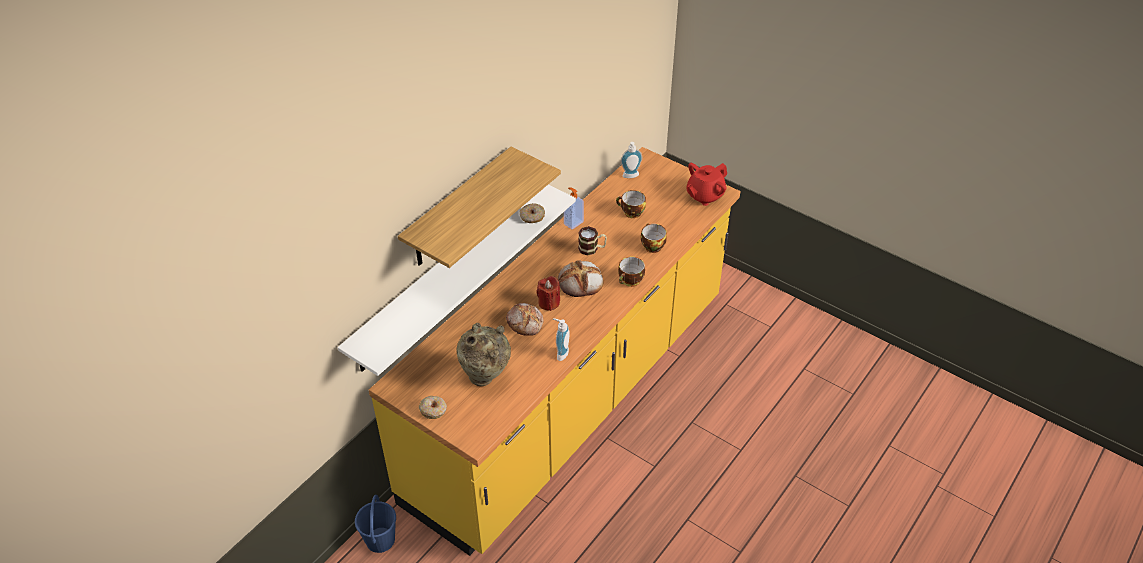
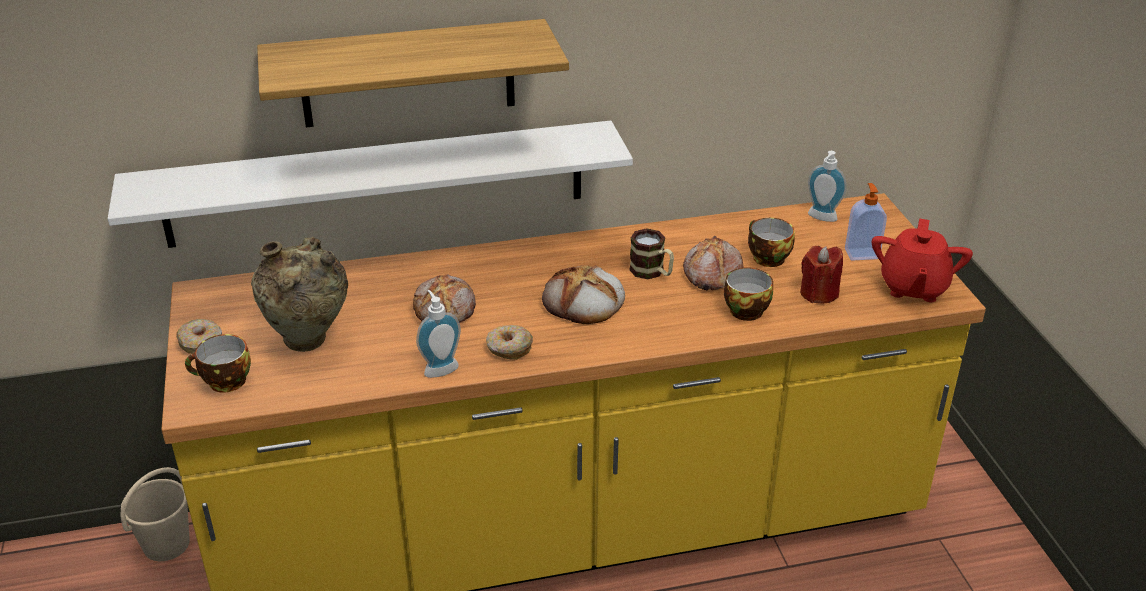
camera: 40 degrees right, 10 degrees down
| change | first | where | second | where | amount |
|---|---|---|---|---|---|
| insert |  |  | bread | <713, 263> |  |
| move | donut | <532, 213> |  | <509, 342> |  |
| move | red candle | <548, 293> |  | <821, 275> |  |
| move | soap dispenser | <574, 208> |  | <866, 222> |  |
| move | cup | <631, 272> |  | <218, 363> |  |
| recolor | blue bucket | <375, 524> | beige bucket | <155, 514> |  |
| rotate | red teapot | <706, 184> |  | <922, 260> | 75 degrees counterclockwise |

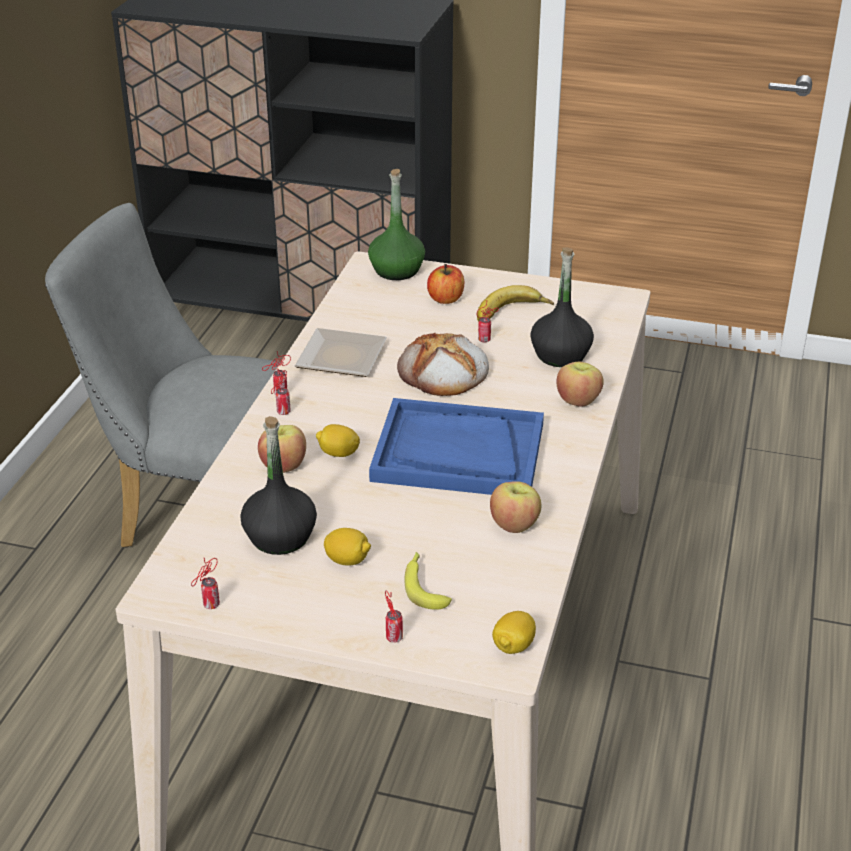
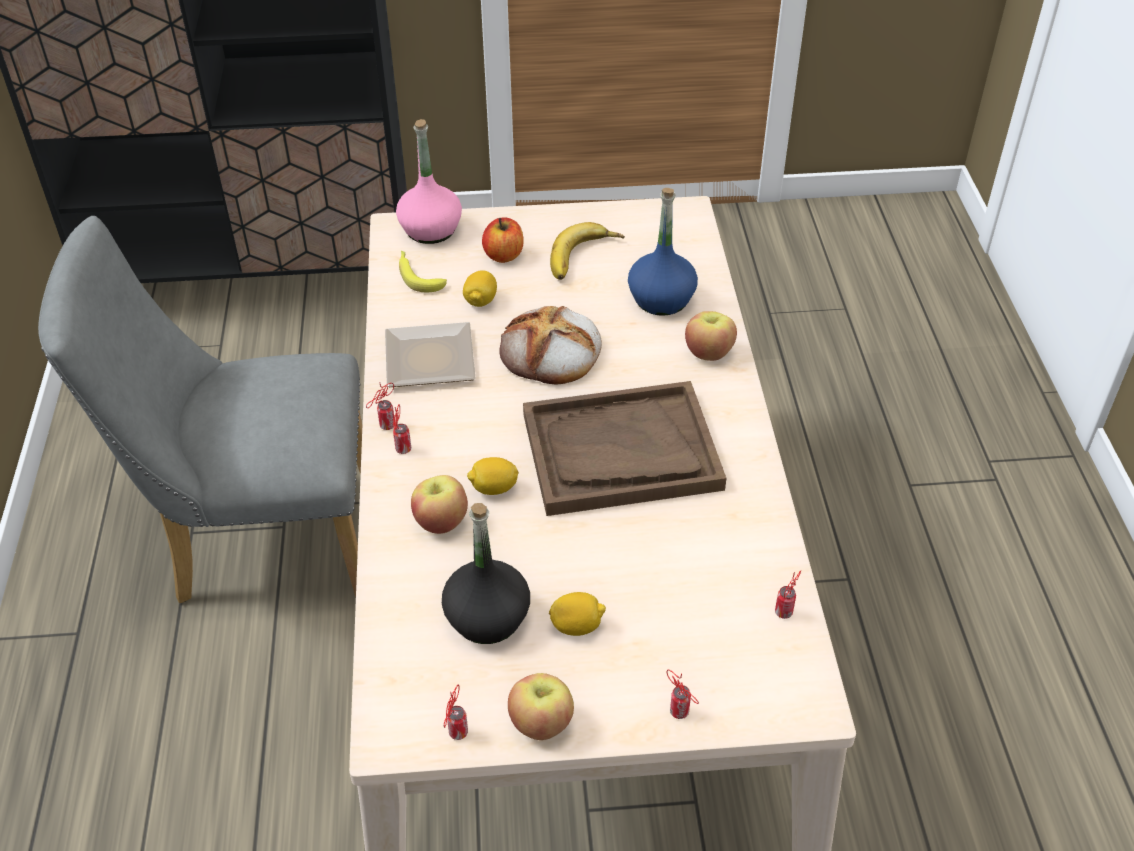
camera: 20 degrees left, 10 degrees up
| change | first | where | second | where | amount |
|---|---|---|---|---|---|
| move | banana | <428, 581> |  | <423, 271> |  |
| move | can | <488, 322> |  | <788, 595> |  |
| move | apple | <515, 507> |  | <541, 706> |  |
| move | lemon | <514, 632> |  | <480, 288> |  |
| recolor | green bottle | <396, 224> | pink bottle | <429, 181> |  |
| recolor | blue tray | <456, 446> | brown tray | <624, 448> |  |
| recolor | black bottle | <562, 307> | blue bottle | <663, 252> |  |

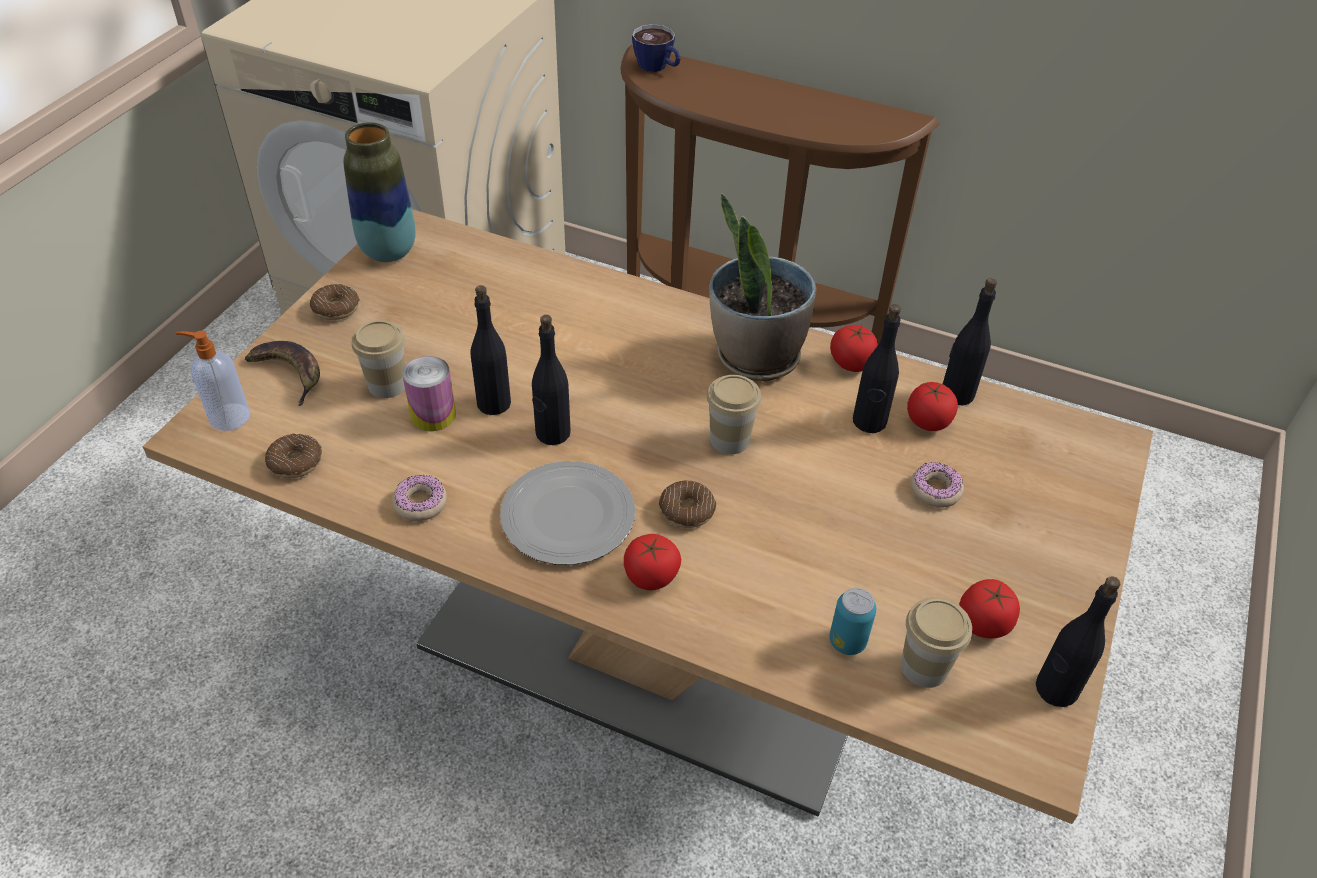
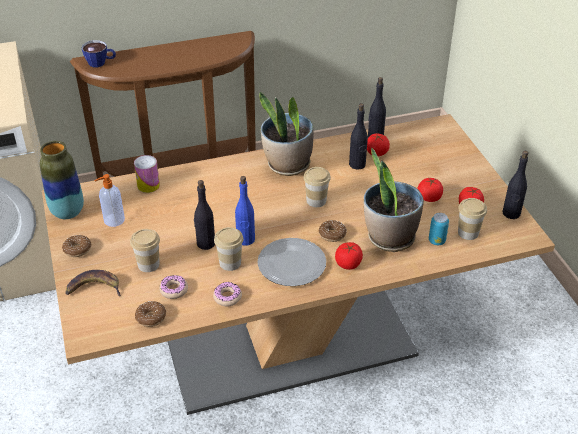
camera: 40 degrees left, 5 degrees down
| change | first | where | second | where | amount |
|---|---|---|---|---|---|
| insert |  |  | cup | <229, 249> |  |
| insert |  |  | potted plant | <394, 200> |  |
| move | soap dispenser | <213, 381> |  | <109, 200> |  |
| move | can | <429, 393> |  | <147, 174> |  |
| move | tomato | <854, 348> |  | <430, 190> |  |
| move | donut | <937, 485> |  | <173, 287> |  |
| recolor | black bottle | <551, 380> | blue bottle | <245, 211> |  |

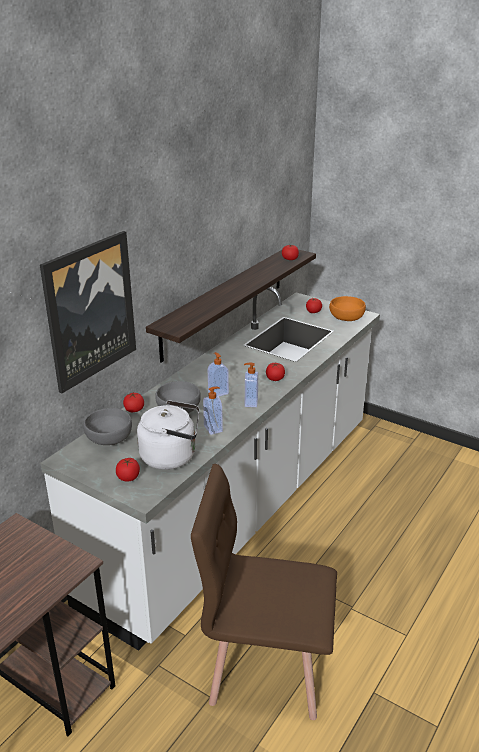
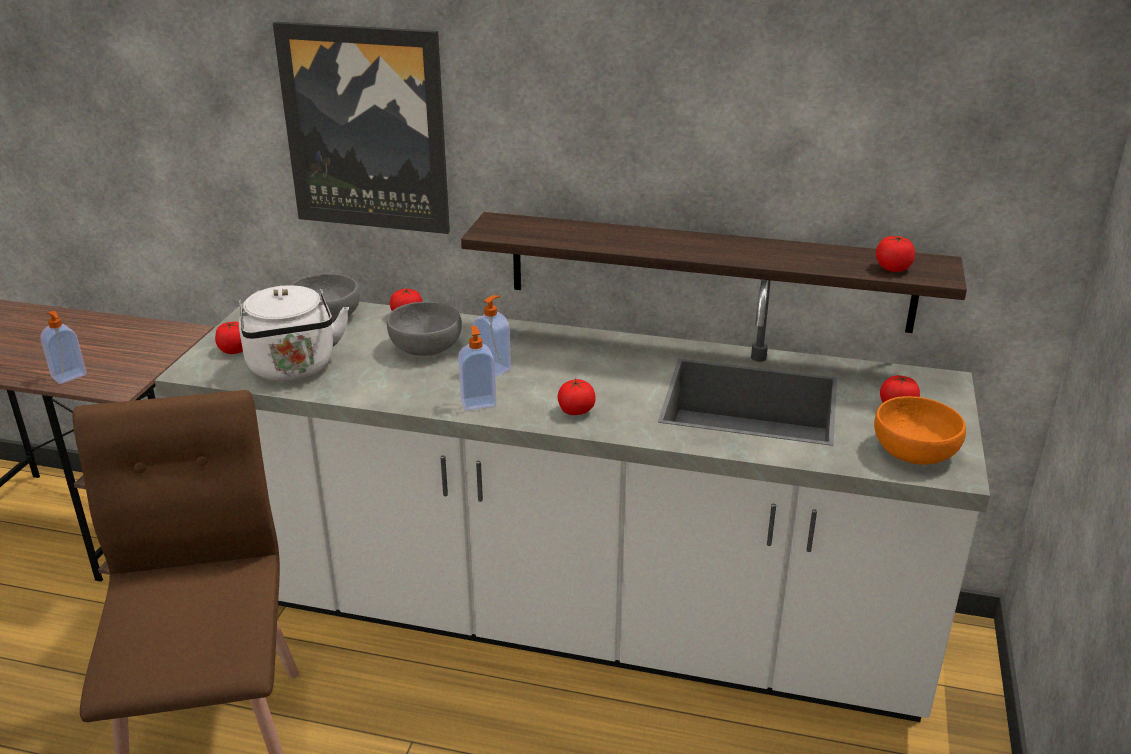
camera: 70 degrees right, 0 degrees up
| change | first | where | second | where | amount |
|---|---|---|---|---|---|
| move | soap dispenser | <213, 411> |  | <63, 347> |  |

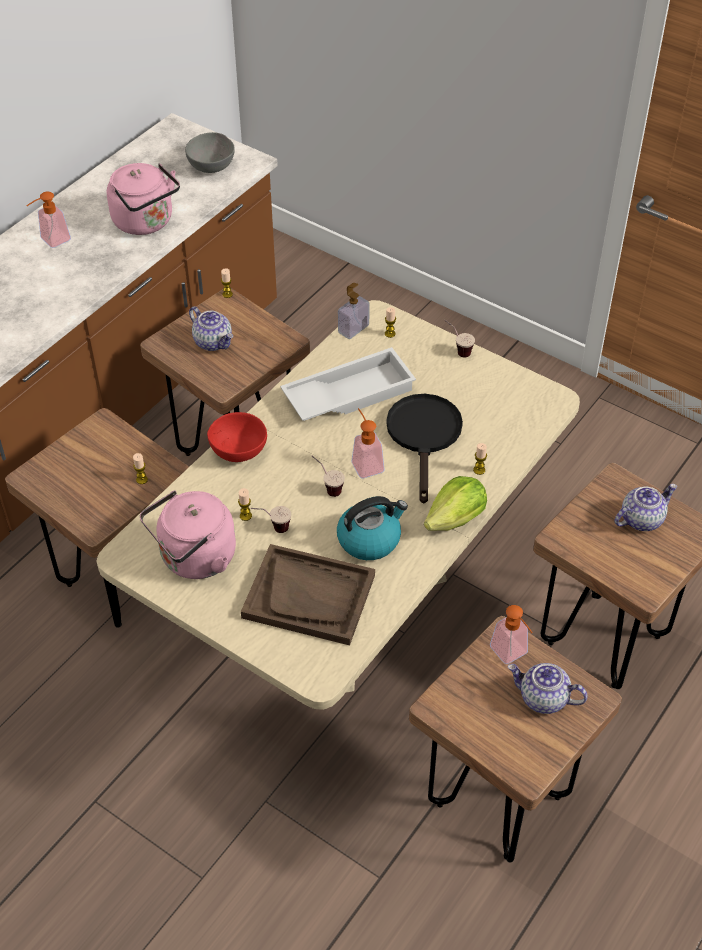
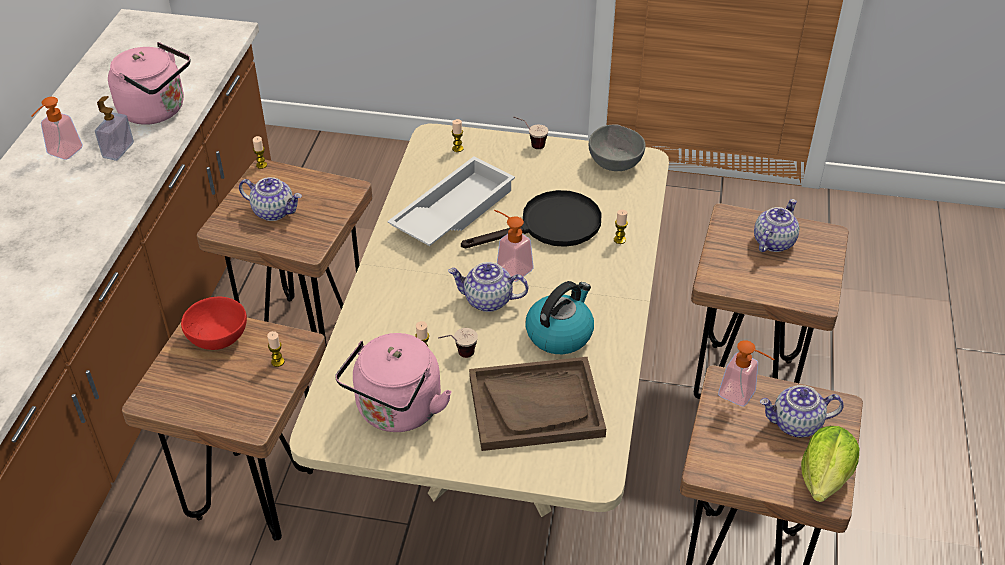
camera: 25 degrees left, 5 degrees down
| change | first | where | second | where | amount |
|---|---|---|---|---|---|
| move | grey bowl | <210, 152> |  | <617, 148> |  |
| move | red bowl | <237, 437> |  | <214, 323> |  |
| move | soap dispenser | <354, 311> |  | <114, 128> |  |
| move | lettuce | <455, 503> |  | <830, 464> |  |
| replace | cup | <328, 476> | teapot | <488, 287> |  |
| rotate | black frying pan | <424, 449> |  | <531, 219> | 90 degrees clockwise |

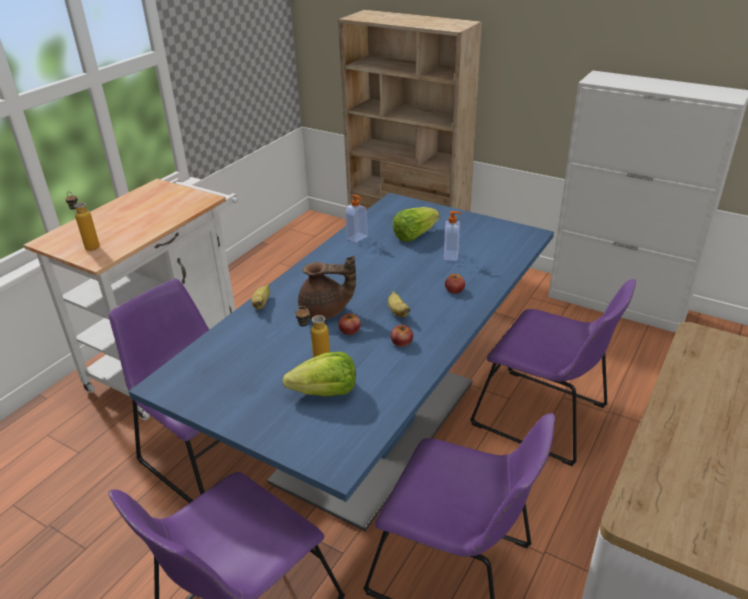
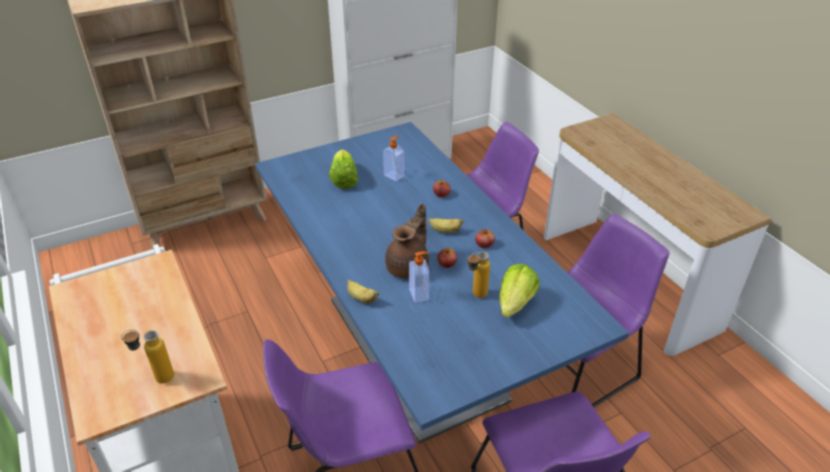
camera: 60 degrees left, 5 degrees up
| change | first | where | second | where | amount |
|---|---|---|---|---|---|
| move | soap dispenser | <356, 219> |  | <419, 276> |  |

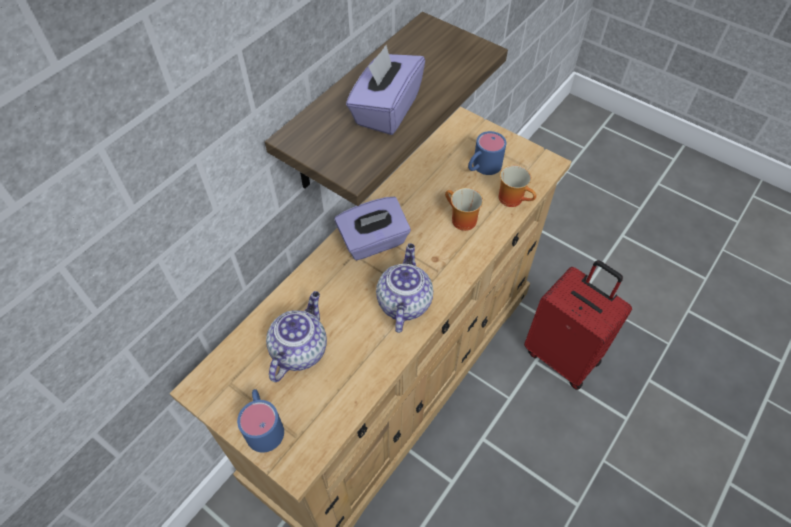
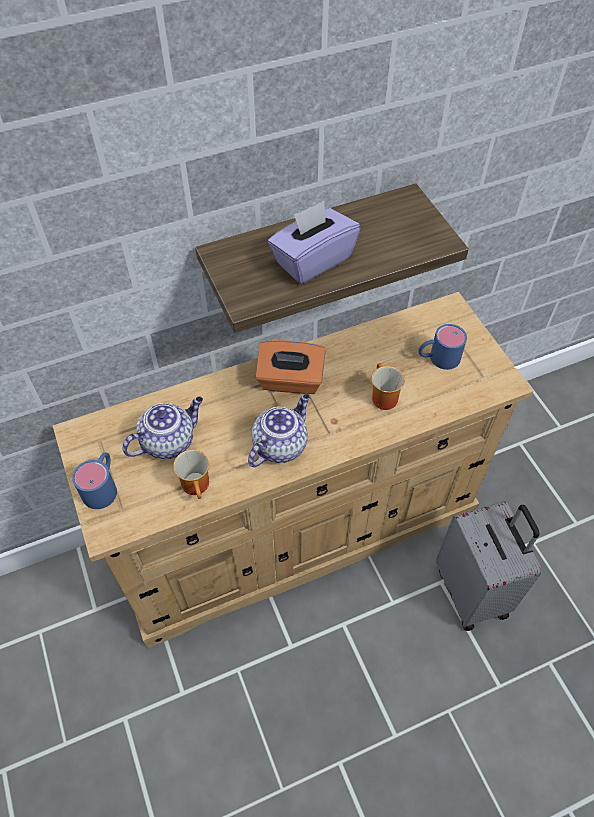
camera: 30 degrees right, 0 degrees up
| change | first | where | second | where | amount |
|---|---|---|---|---|---|
| move | mug | <517, 186> |  | <191, 474> |  |
| recolor | purple tissue box | <372, 228> | orange tissue box | <290, 367> |  |
| recolor | red suitcase | <578, 325> | grey suitcase | <489, 566> |  |

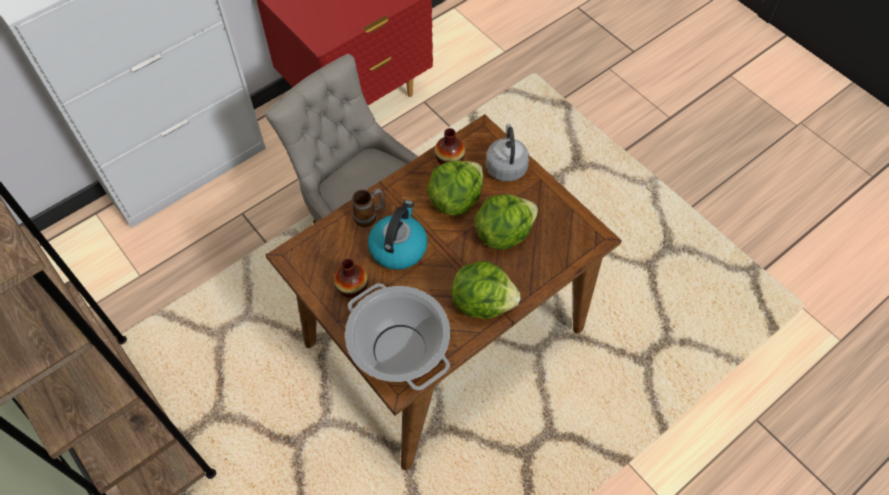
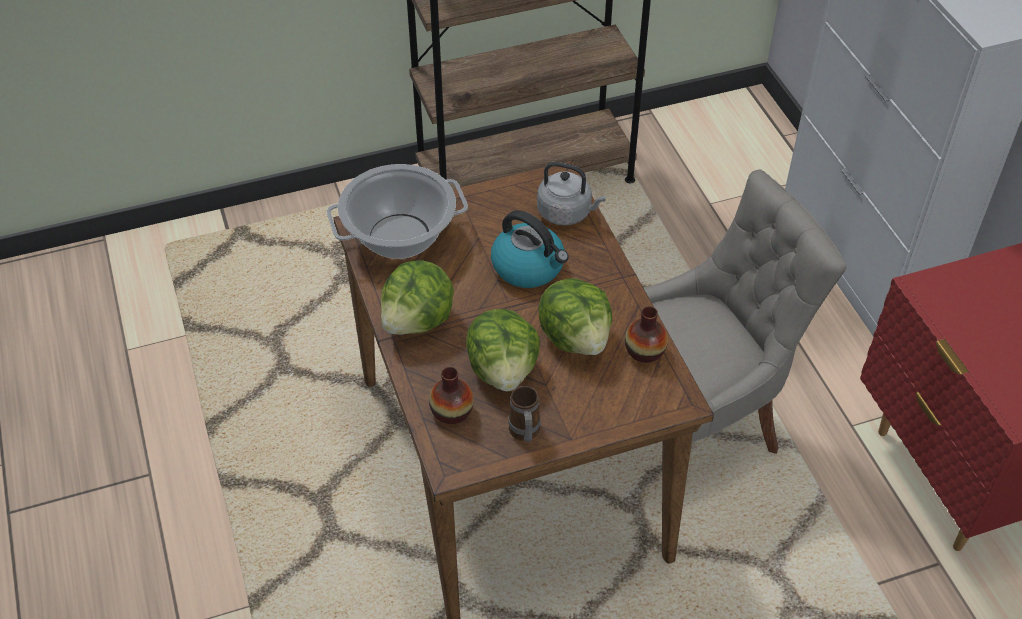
camera: 110 degrees right, 10 degrees down
| change | first | where | second | where | amount |
|---|---|---|---|---|---|
| move | vase | <351, 278> |  | <451, 395> |  |
| move | mug | <367, 207> |  | <524, 414> |  |
| move | grey kettle | <507, 153> |  | <571, 194> |  |

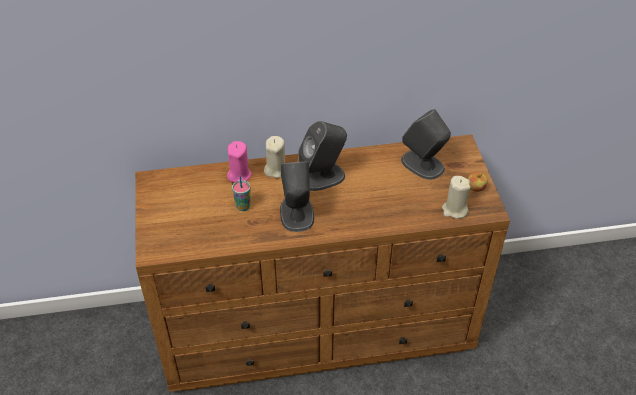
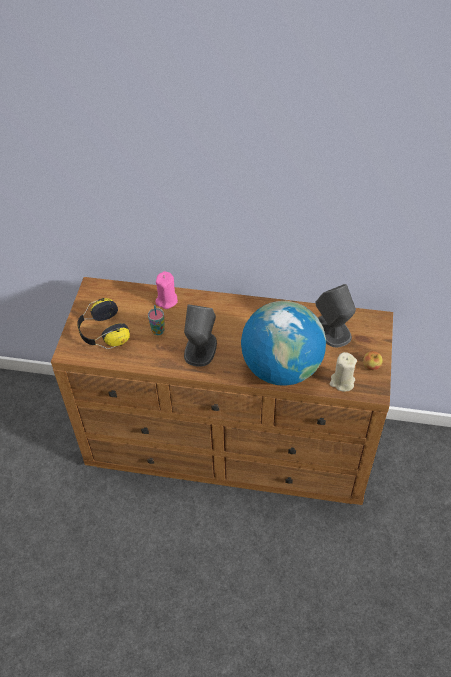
camera: 20 degrees right, 5 degrees up
| change | first | where | second | where | amount |
|---|---|---|---|---|---|
| delete | beige candle | <274, 157> |  |  |  |
| delete | grey speaker | <322, 156> |  |  |  |
| insert |  |  | headphones | <103, 323> |  |
| insert |  |  | globe | <283, 343> |  |

